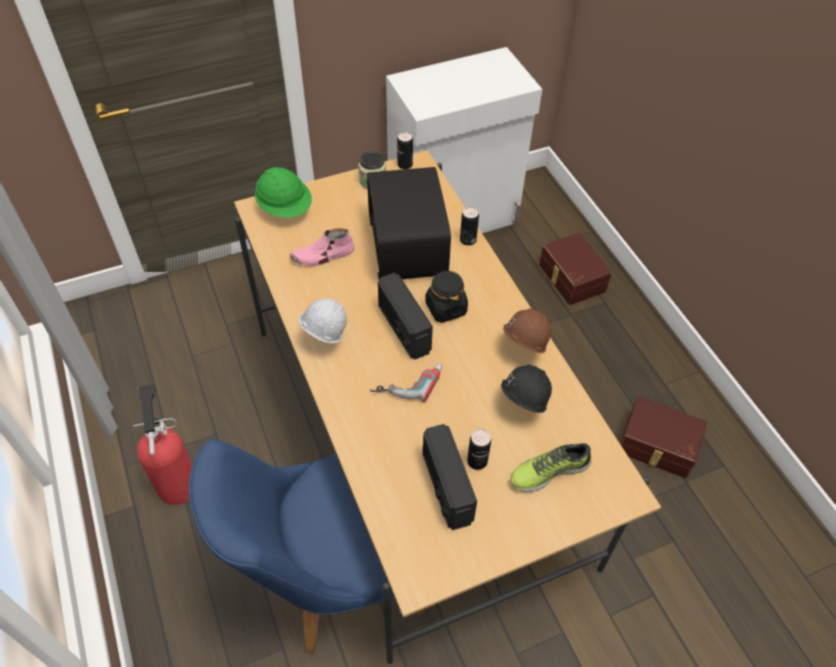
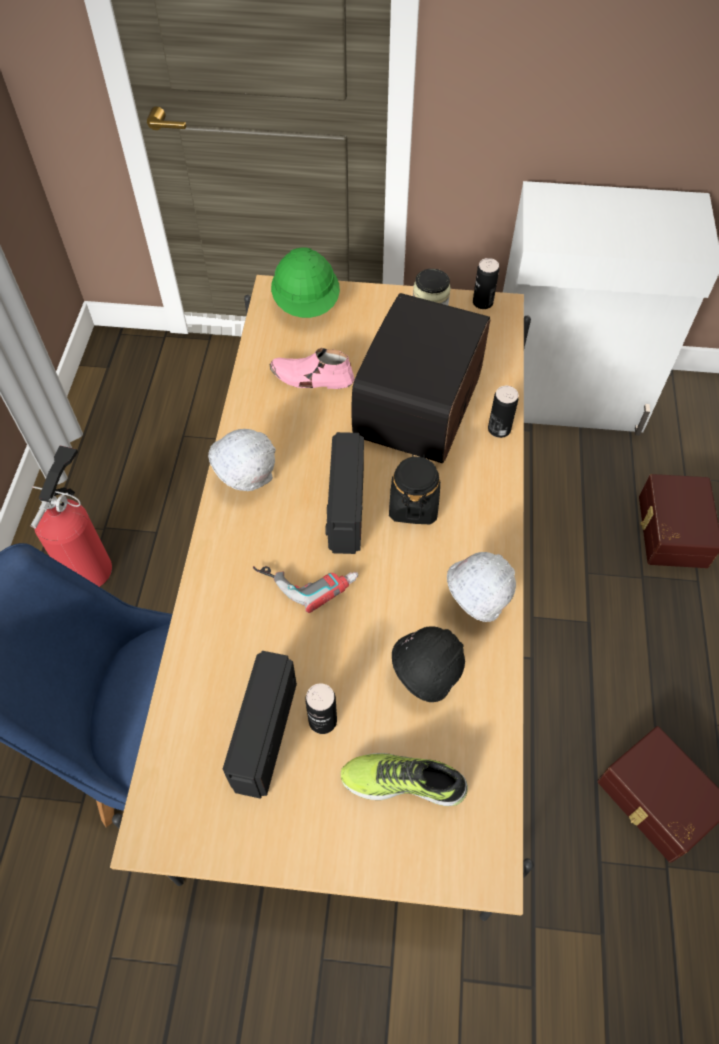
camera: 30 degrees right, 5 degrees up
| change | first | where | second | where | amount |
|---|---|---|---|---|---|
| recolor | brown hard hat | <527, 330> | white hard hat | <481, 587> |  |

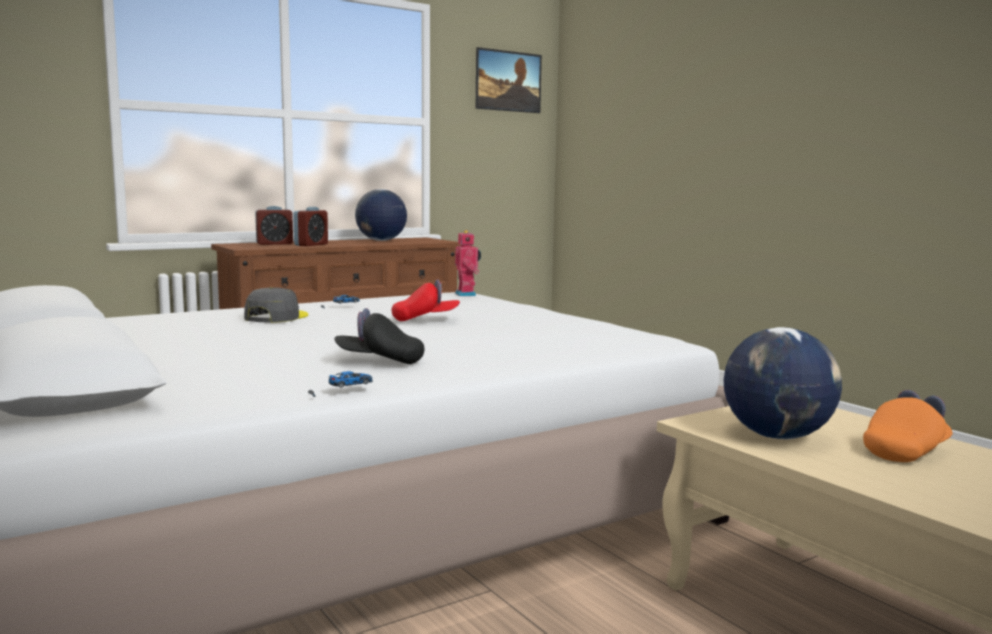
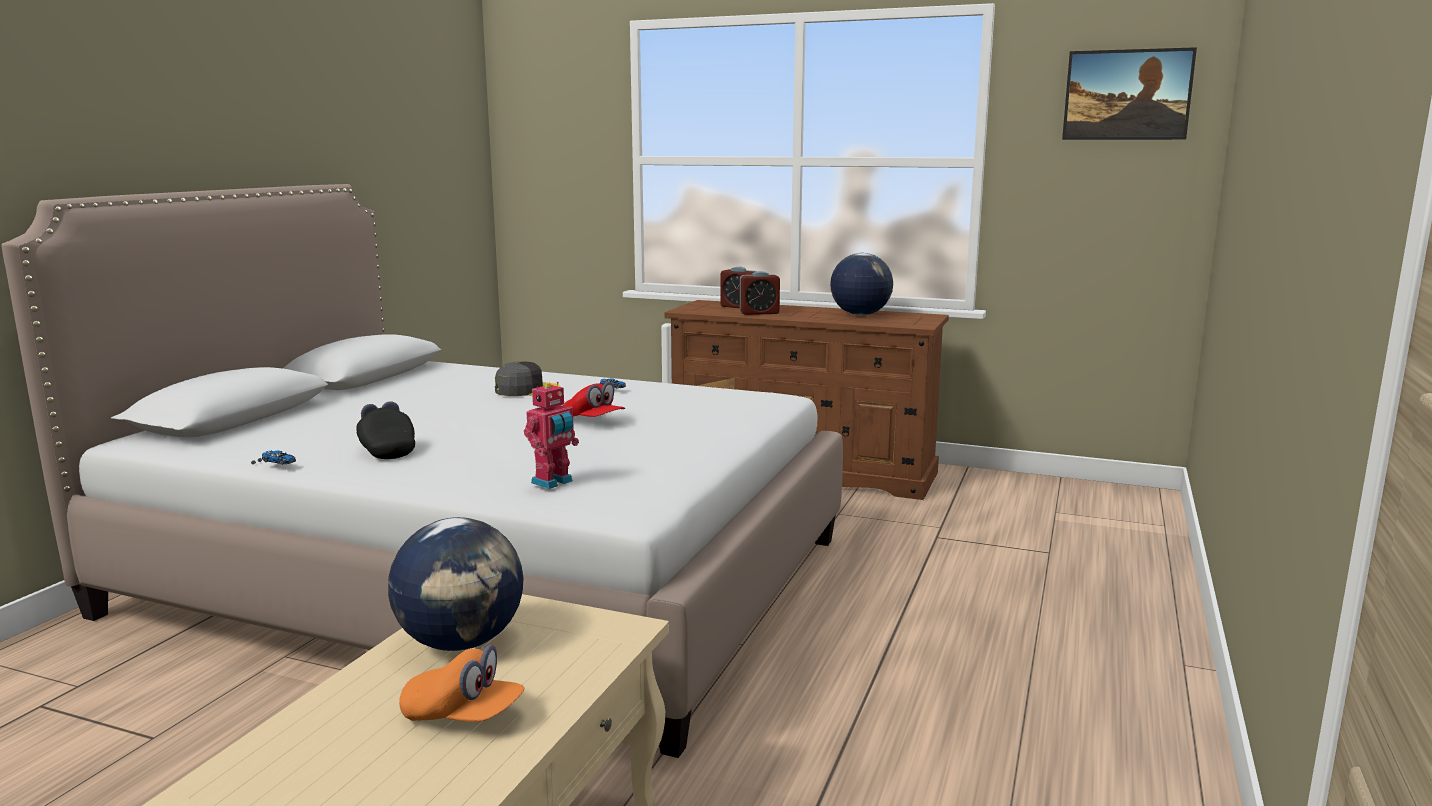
camera: 55 degrees right, 5 degrees up
| change | first | where | second | where | amount |
|---|---|---|---|---|---|
| move | toy robot | <468, 263> |  | <551, 435> |  |

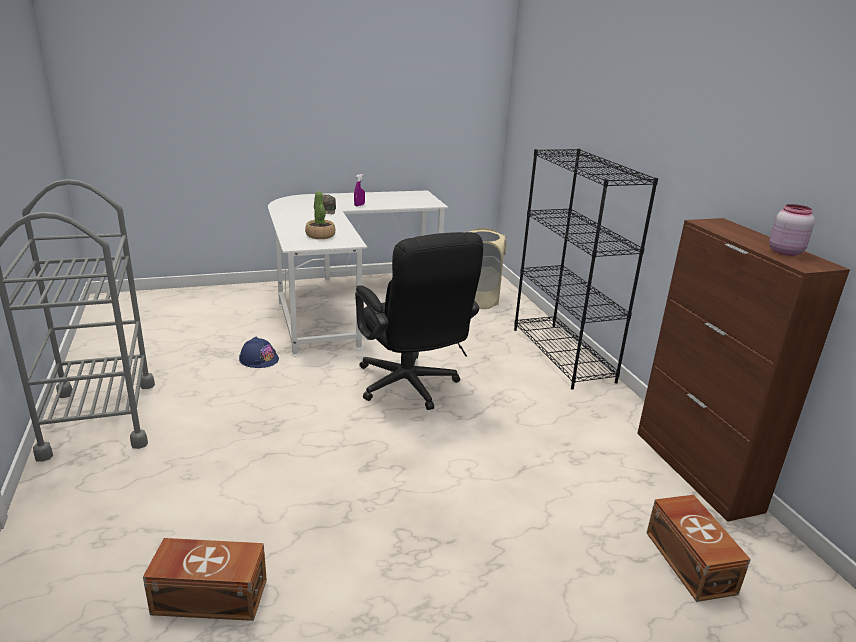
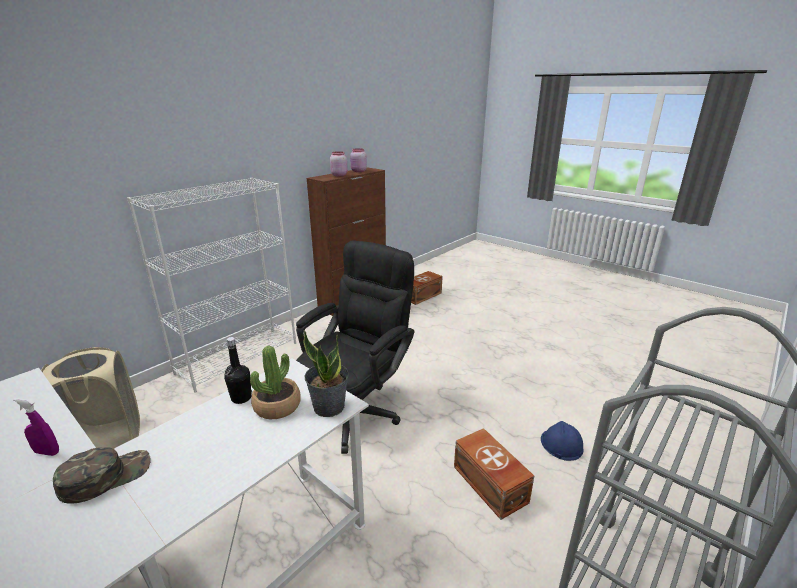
camera: 120 degrees left, 0 degrees up
| change | first | where | second | where | amount |
|---|---|---|---|---|---|
| insert |  |  | black bottle | <238, 370> |  |
| insert |  |  | potted plant | <326, 374> |  |
| insert |  |  | pink jar | <339, 164> |  |
| move | brown storage box | <205, 579> |  | <494, 474> |  |
| move | blue hard hat | <259, 352> |  | <562, 441> |  |
| recolor | black bookcase | <586, 269> | white bookcase | <211, 285> |  |

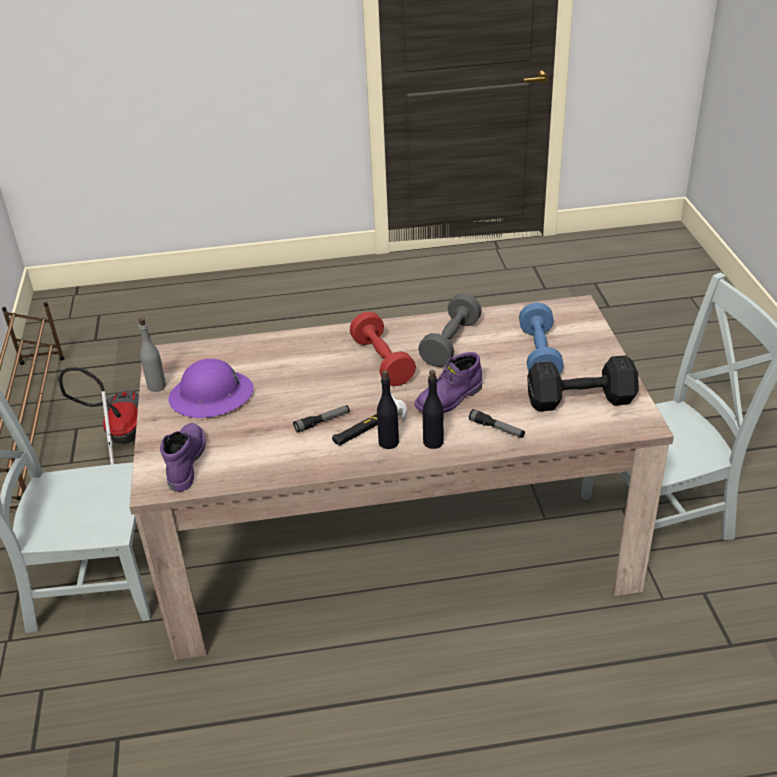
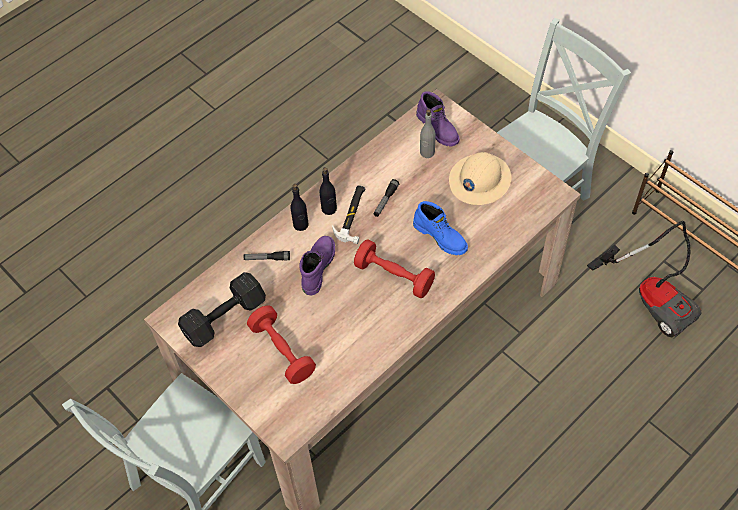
camera: 145 degrees right, 20 degrees up
| change | first | where | second | where | amount |
|---|---|---|---|---|---|
| delete | grey dumbbell | <450, 330> |  |  |  |
| insert |  |  | blue boot | <440, 228> |  |
| move | grey bottle | <152, 354> |  | <428, 133> |  |
| recolor | purple hard hat | <210, 388> | beige hard hat | <480, 178> |  |
| recolor | blue dumbbell | <541, 338> | red dumbbell | <281, 344> |  |

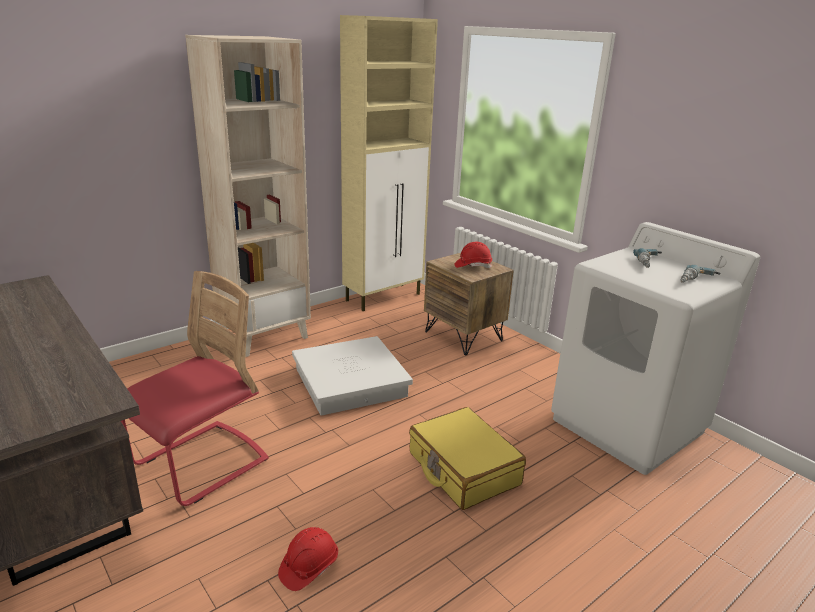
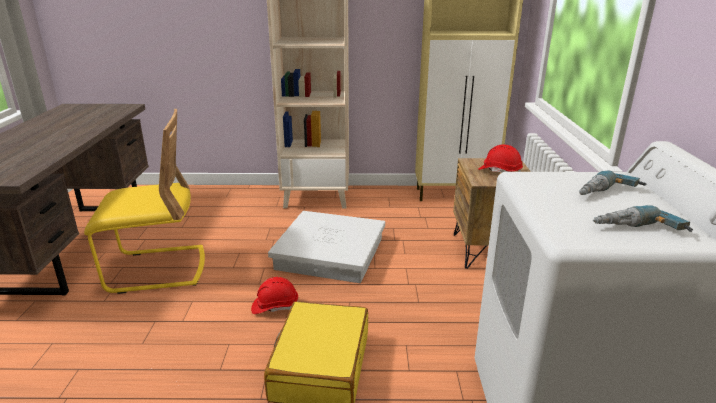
camera: 40 degrees right, 0 degrees up
| change | first | where | second | where | amount |
|---|---|---|---|---|---|
| move | red hard hat | <308, 559> |  | <274, 295> |  |
| recolor | red chair | <195, 388> | yellow chair | <144, 201> |  |

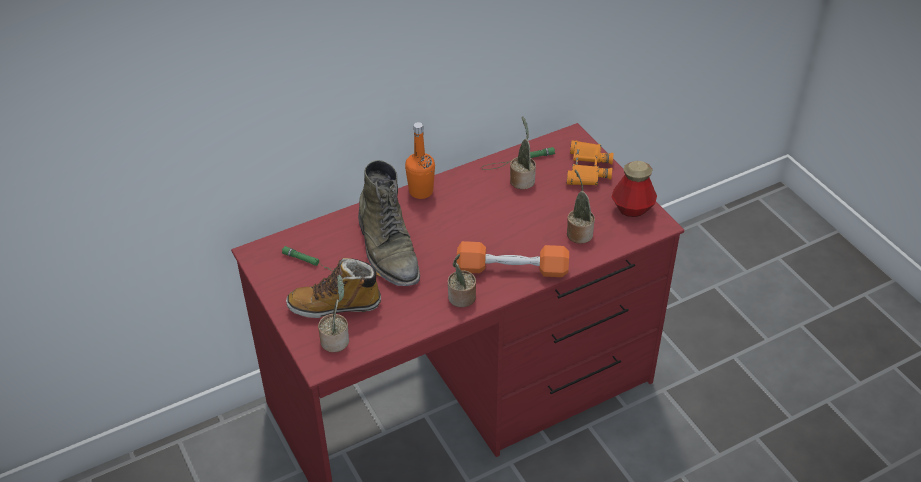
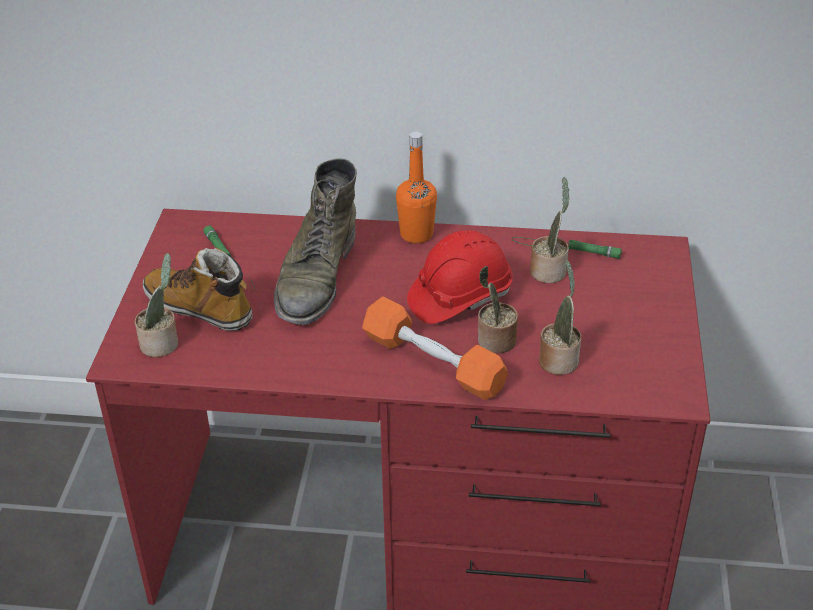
camera: 35 degrees right, 5 degrees down
| change | first | where | second | where | amount |
|---|---|---|---|---|---|
| delete | orange binoculars | <590, 162> |  |  |  |
| delete | bottle | <634, 189> |  |  |  |
| insert |  |  | red hard hat | <460, 277> |  |
| move | potted plant | <462, 280> |  | <498, 309> |  |

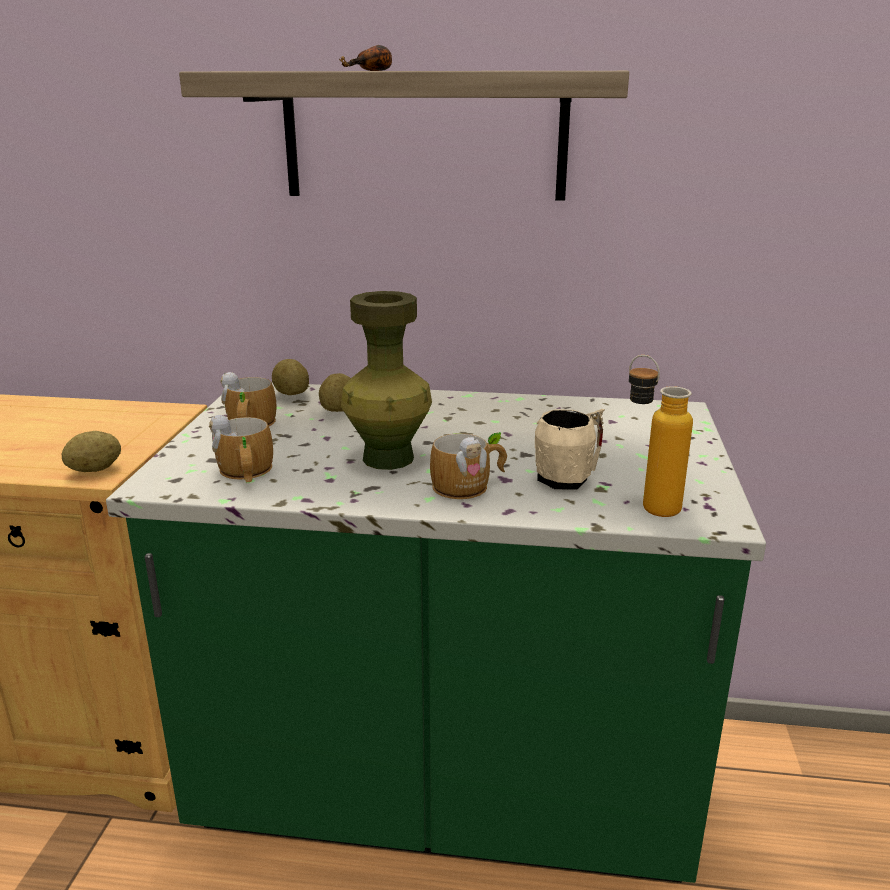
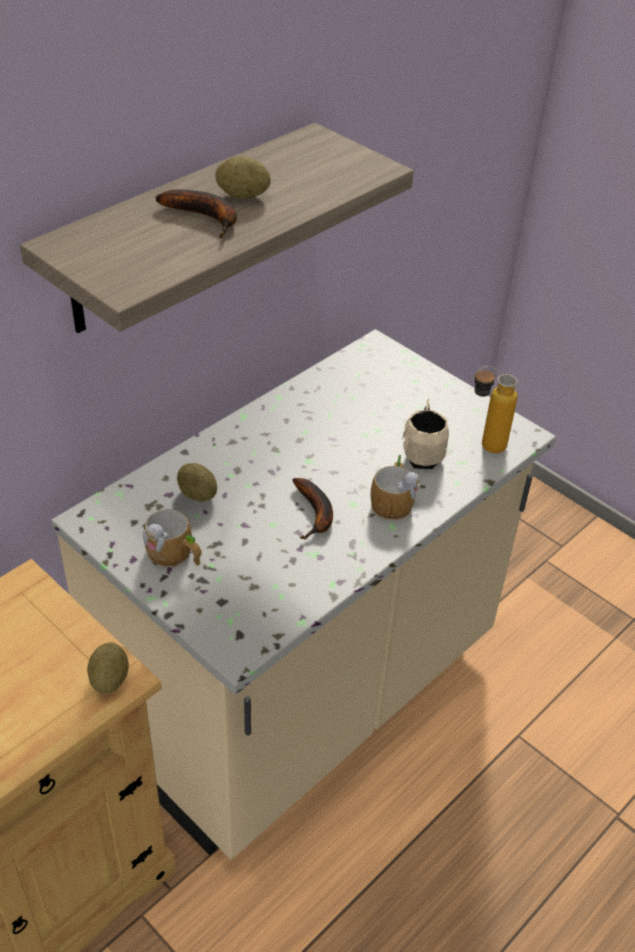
camera: 55 degrees left, 20 degrees up
| change | first | where | second | where | amount |
|---|---|---|---|---|---|
| delete | mug | <241, 448> |  |  |  |
| move | potato | <290, 377> |  | <243, 177> |  |
| replace | green vase | <386, 380> | banana | <312, 508> |  |
| recolor | green counter | <436, 633> | beige counter | <303, 594> |  |

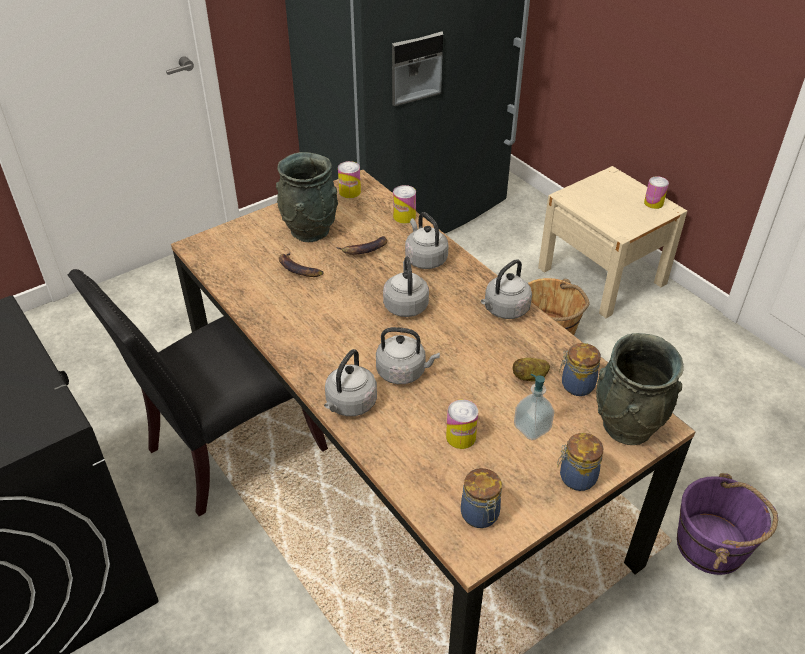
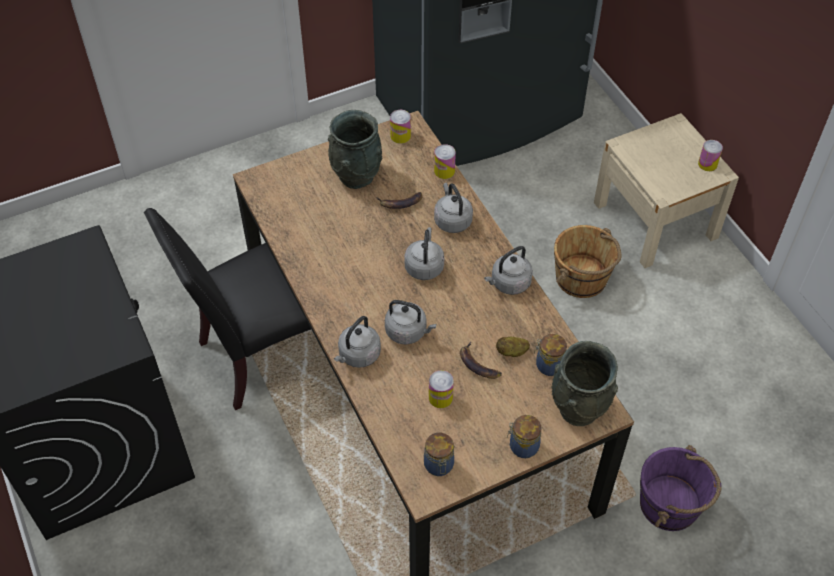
camera: 10 degrees right, 10 degrees up
| change | first | where | second | where | amount |
|---|---|---|---|---|---|
| delete | soap dispenser | <534, 407> |  |  |  |
| move | banana | <301, 264> |  | <481, 360> |  |

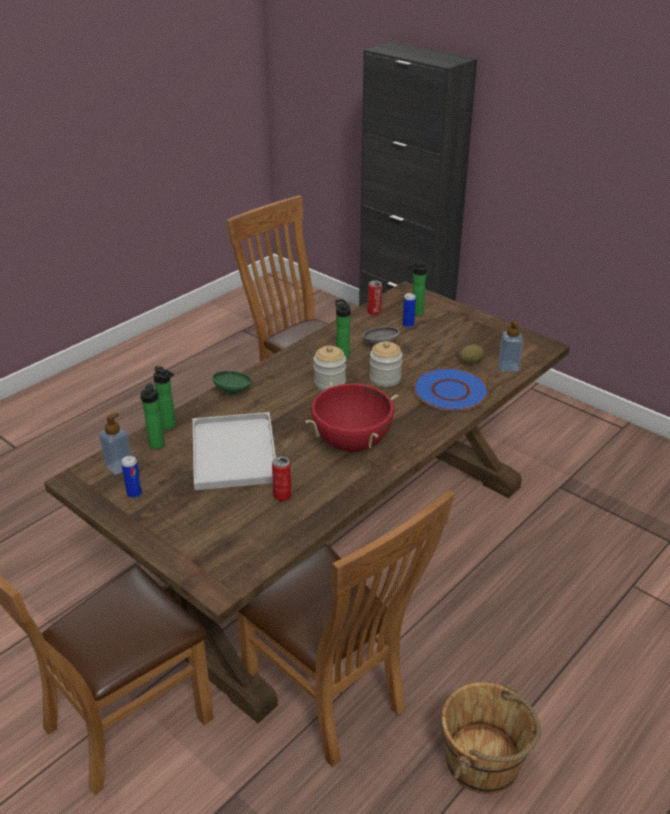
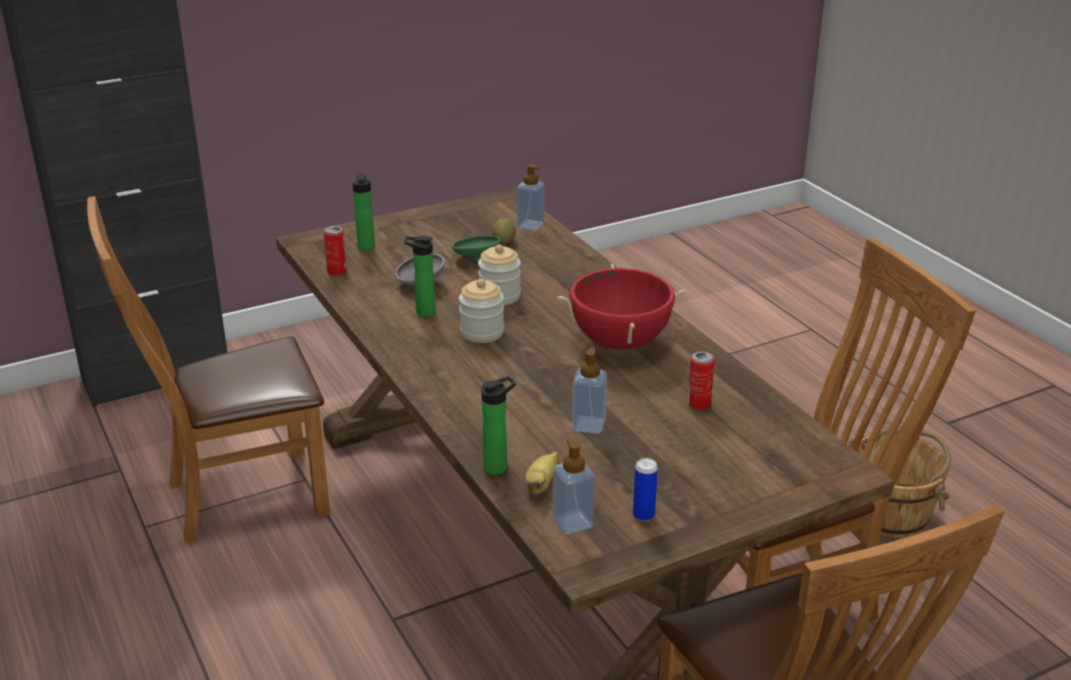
camera: 70 degrees left, 5 degrees down
| change | first | where | second | where | amount |
|---|---|---|---|---|---|
| delete | can | <409, 310> |  |  |  |
| delete | blue plate | <451, 389> |  |  |  |
| move | green bowl | <232, 382> |  | <476, 248> |  |
| replace | bottle | <152, 416> | banana | <541, 473> |  |
| replace | white tray | <234, 451> | soap dispenser | <589, 390> |  |

